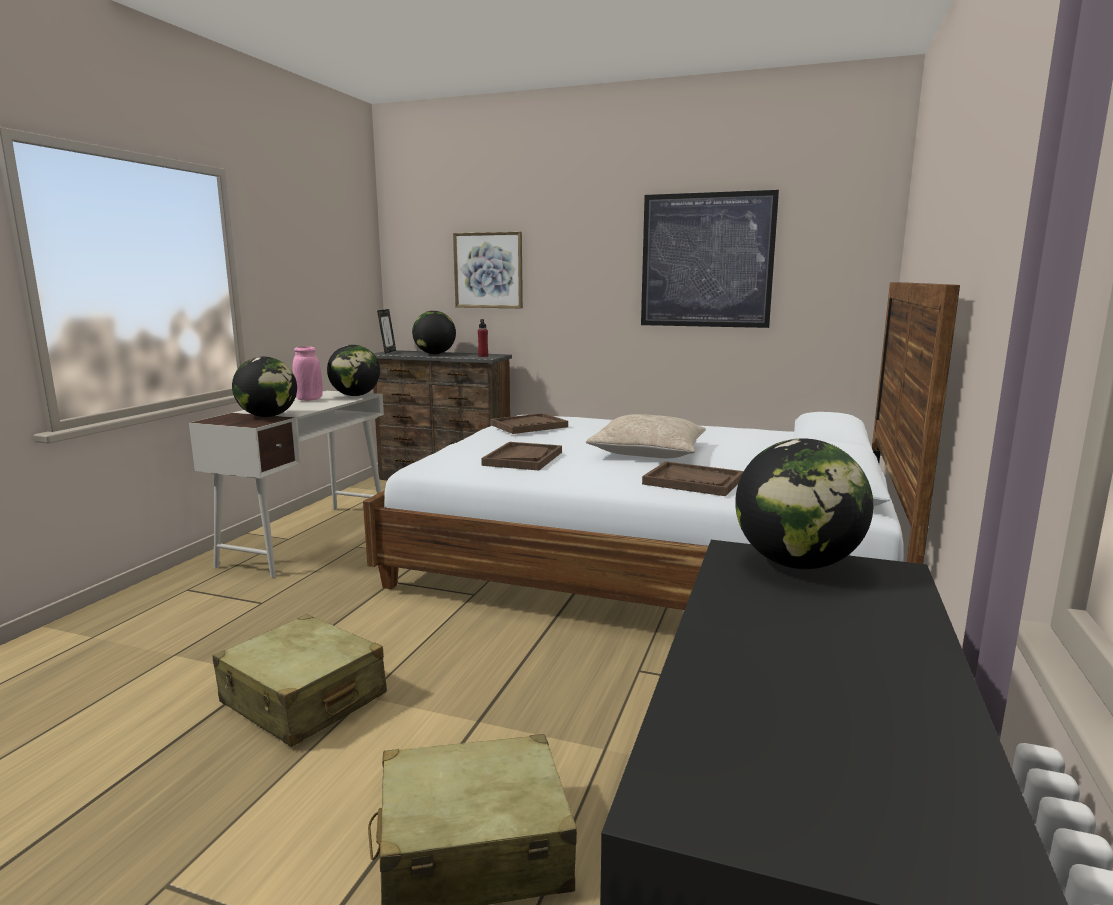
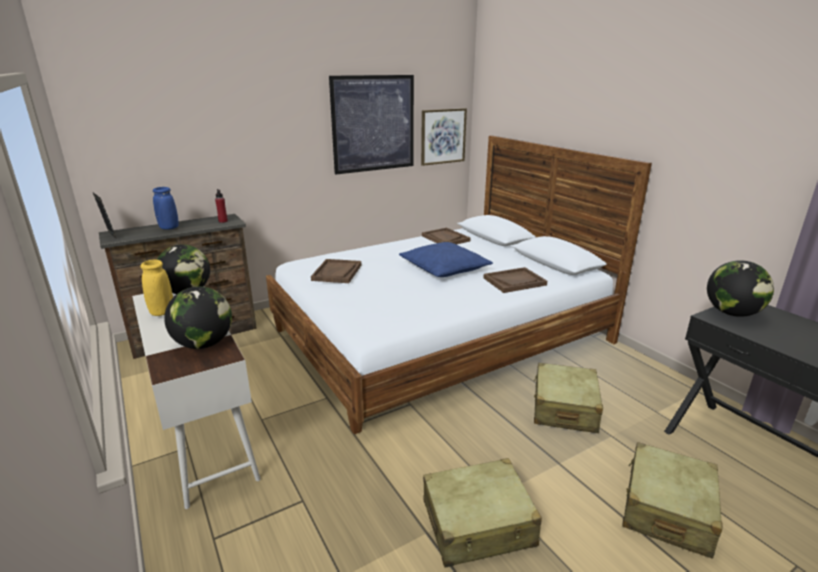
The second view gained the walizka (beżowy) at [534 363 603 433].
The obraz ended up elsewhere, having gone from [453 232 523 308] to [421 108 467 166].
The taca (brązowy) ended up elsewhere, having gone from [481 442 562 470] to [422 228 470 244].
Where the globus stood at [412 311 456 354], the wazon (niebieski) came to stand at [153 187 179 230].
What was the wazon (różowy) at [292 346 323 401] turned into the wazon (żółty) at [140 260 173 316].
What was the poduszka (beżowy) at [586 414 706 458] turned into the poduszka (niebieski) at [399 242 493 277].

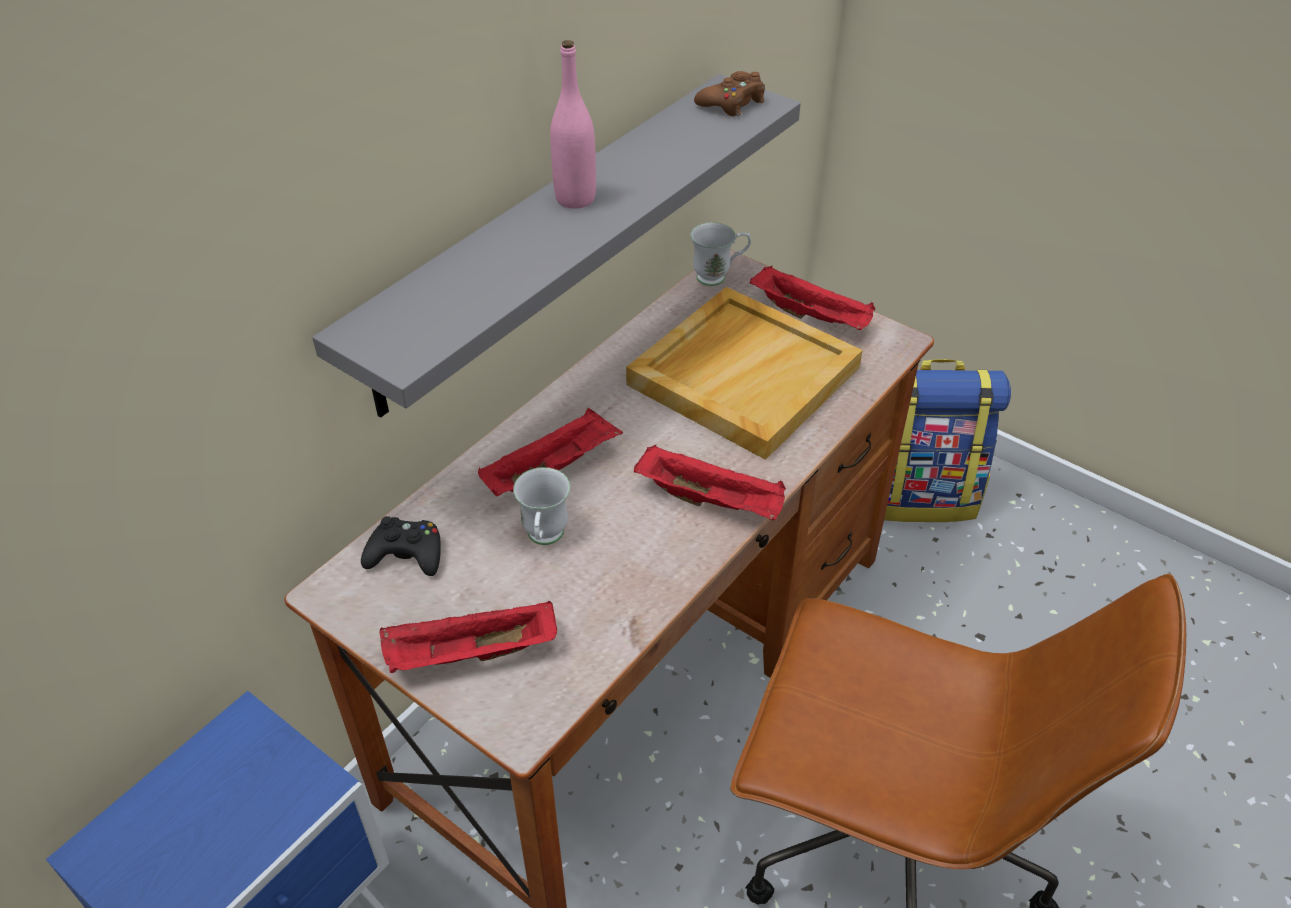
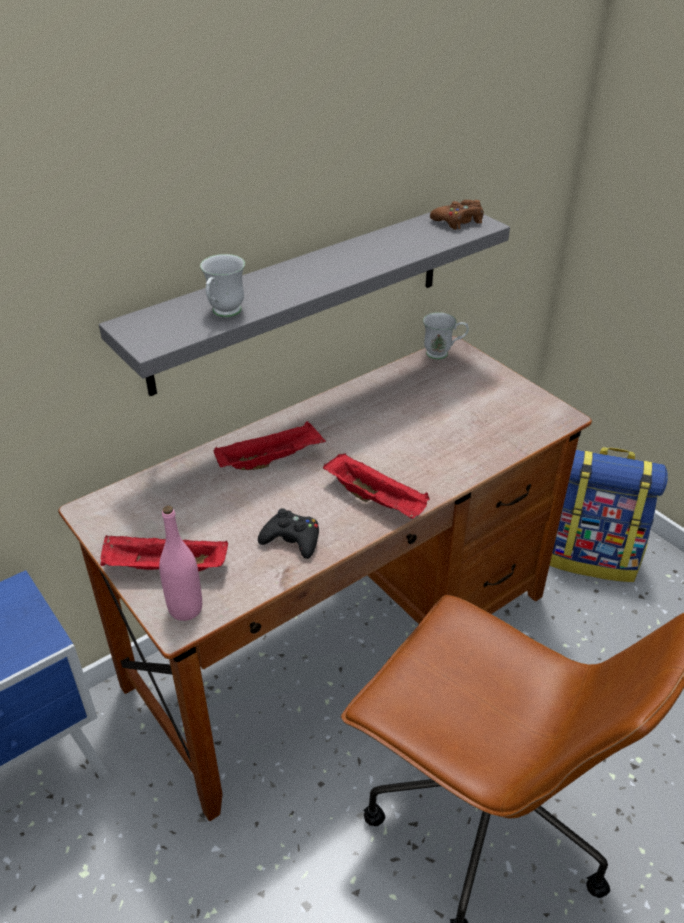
The second view lost the taca (beżowy) at [626 287 863 460].
The second view lost the taca (czerwony) at [750 266 875 330].
The pad do gier (czarny) ended up elsewhere, having gone from [361 516 441 576] to [258 508 319 559].
The kubek (biały) ended up elsewhere, having gone from [513 467 570 545] to [200 254 245 317].
The butelka (różowy) ended up elsewhere, having gone from [550 40 596 209] to [159 506 202 621].

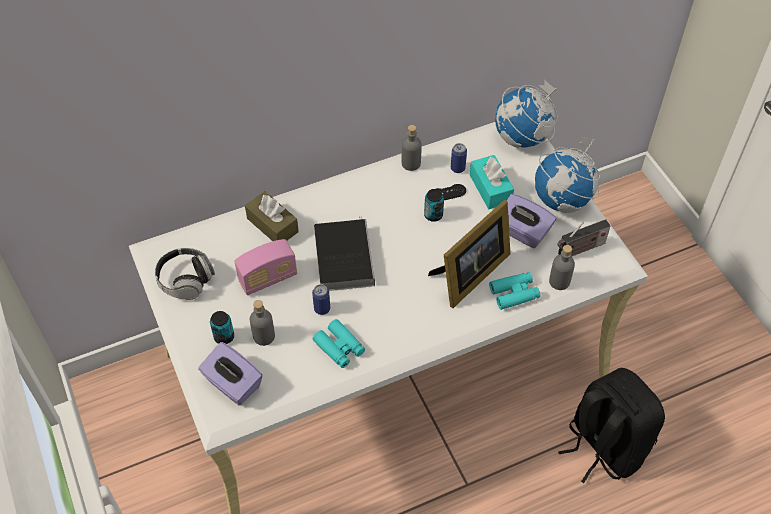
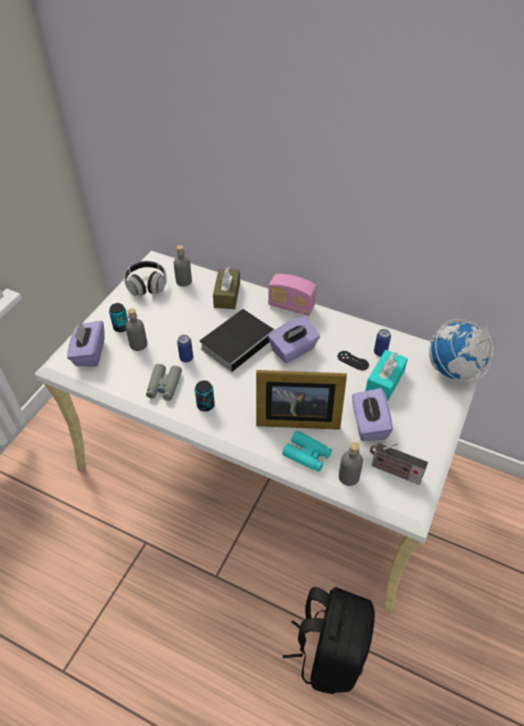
The second view lost the globus at [535 137 600 213].
The second view gained the pudełko chusteczek (fioletowy) at [268 317 320 363].
The radio ended up elsewhere, having gone from [234 239 297 295] to [268 274 316 316].
The butelka (szary) ended up elsewhere, having gone from [401 125 422 171] to [174 245 192 287].
The puszka ended up elsewhere, having gone from [424 189 444 222] to [195 380 215 411].
What was the lornetka (turkusowy) at [313 319 365 368] turned into the lornetka (szary) at [146 364 182 401].

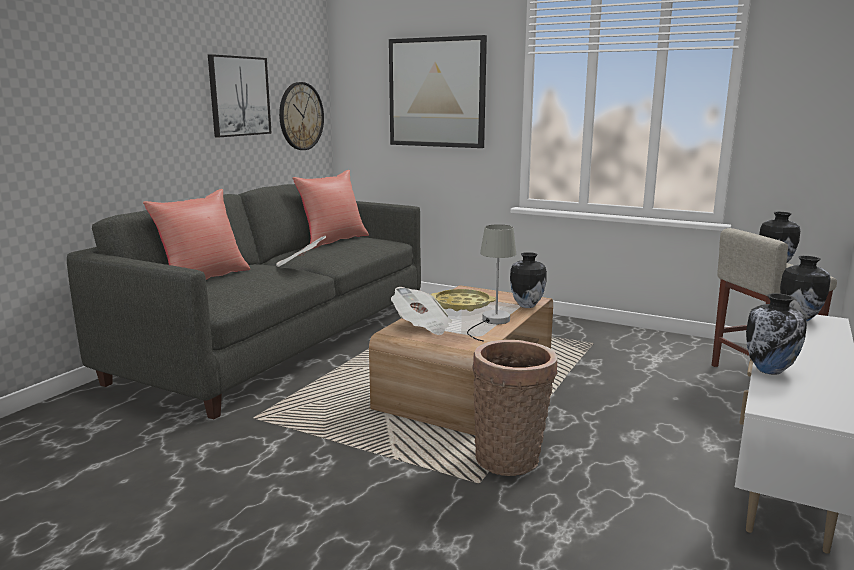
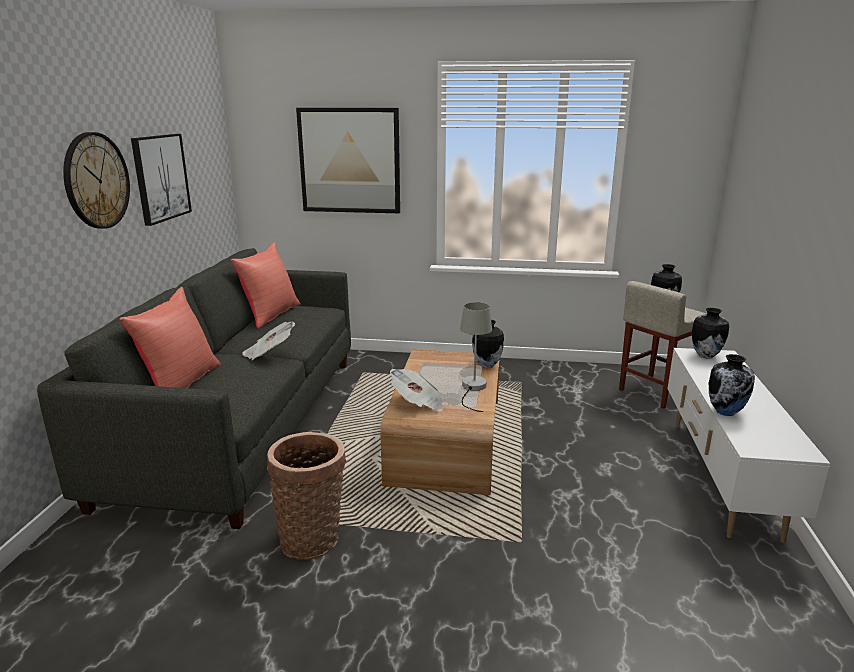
The second view lost the taca (żółty) at [430 289 496 312].
The zegar ścienny ended up elsewhere, having gone from [279 82 324 150] to [63 132 130 229].
The koszyk ended up elsewhere, having gone from [472 340 558 476] to [267 432 346 560].

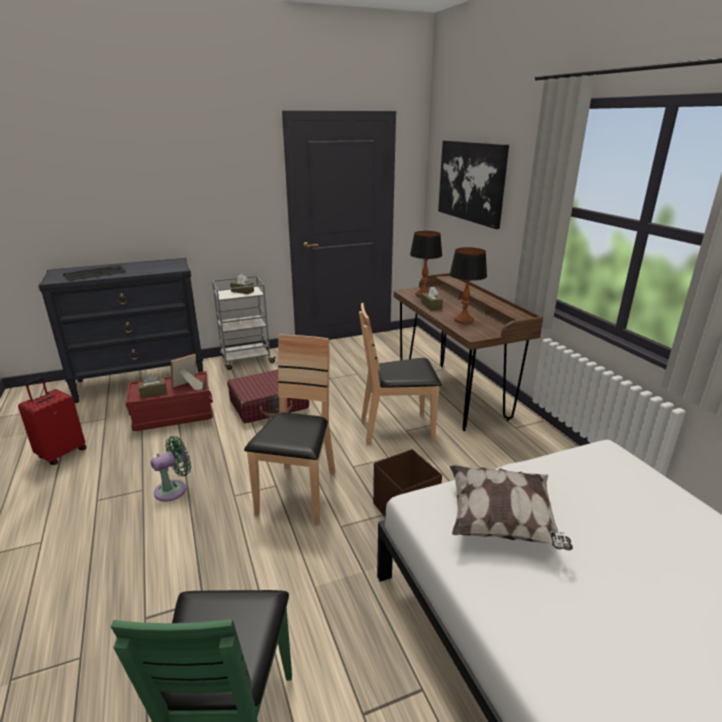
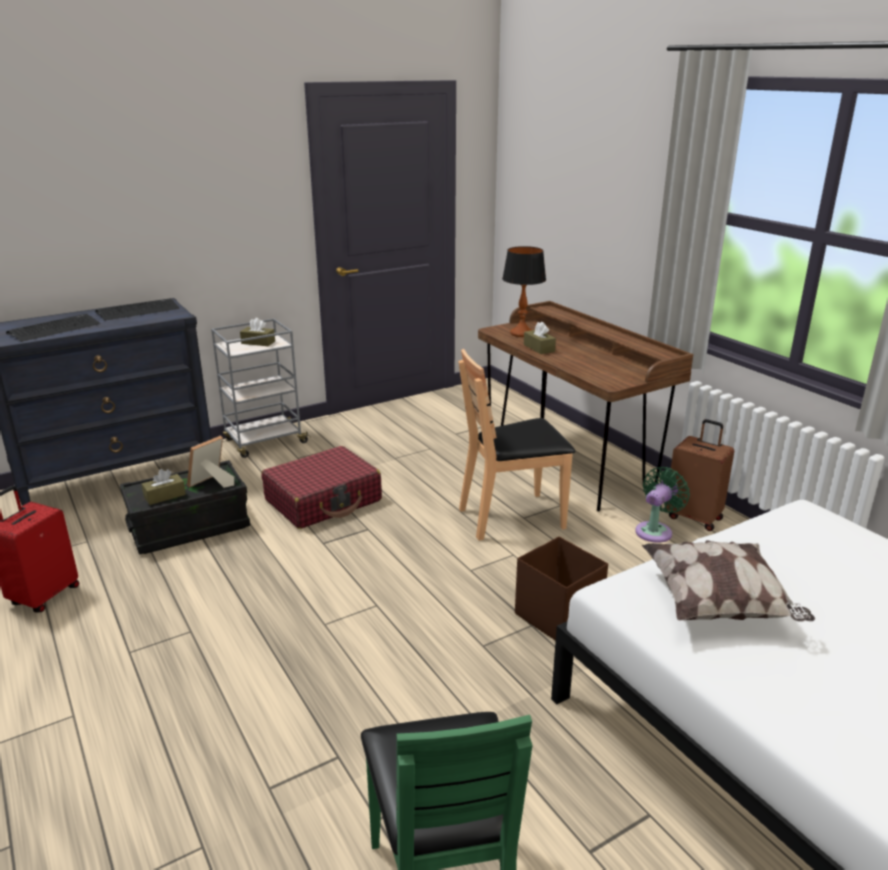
The second view lost the krzesło (brązowy) at [244 334 335 525].
The second view lost the obraz at [438 140 509 229].
The second view lost the lampa stołowa at [449 247 487 324].
The second view gained the klawiatura at [95 299 180 321].
The second view gained the walizka (brązowy) at [666 419 734 531].
The wentylator (zielony) ended up elsewhere, having gone from [151 436 191 502] to [635 467 690 543].
What was the pojemnik do przechowywania (czerwony) at [125 371 213 431] turned into the pojemnik do przechowywania (czarny) at [120 460 250 554].

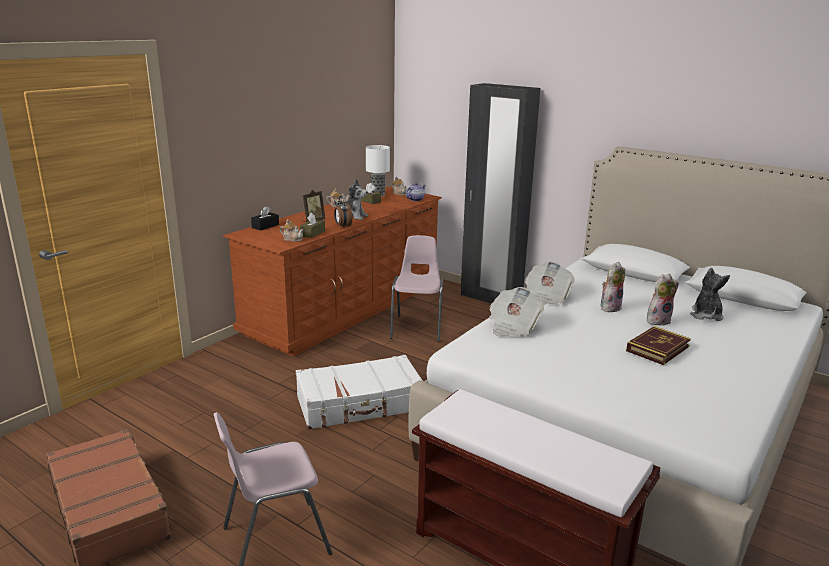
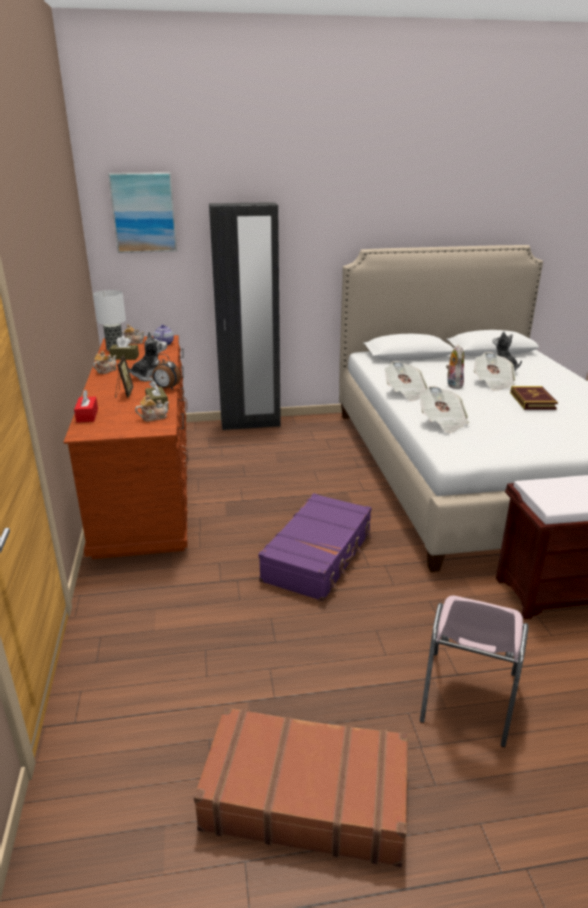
The second view lost the krzesło (różowy) at [390 235 443 342].
The second view gained the obraz at [108 172 177 253].
Where the pluszak stood at [647 274 679 326], the gazeta came to stand at [474 352 515 391].
What was the pudełko chusteczek (czarny) at [251 206 279 231] turned into the pudełko chusteczek (czerwony) at [74 390 98 423].
What was the walizka (biały) at [296 355 423 430] turned into the walizka (fioletowy) at [259 493 372 601].

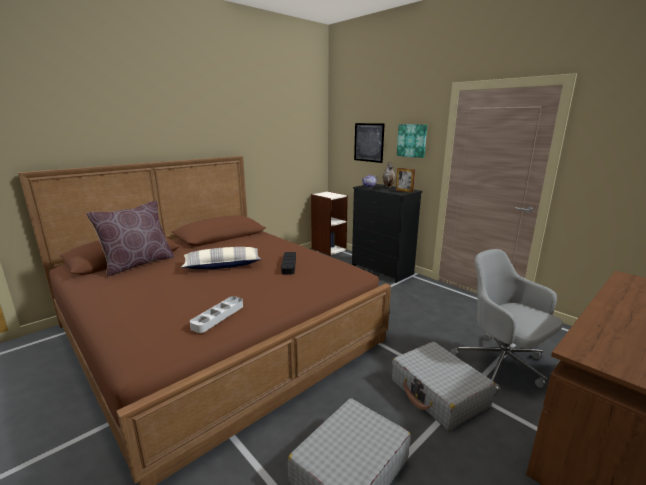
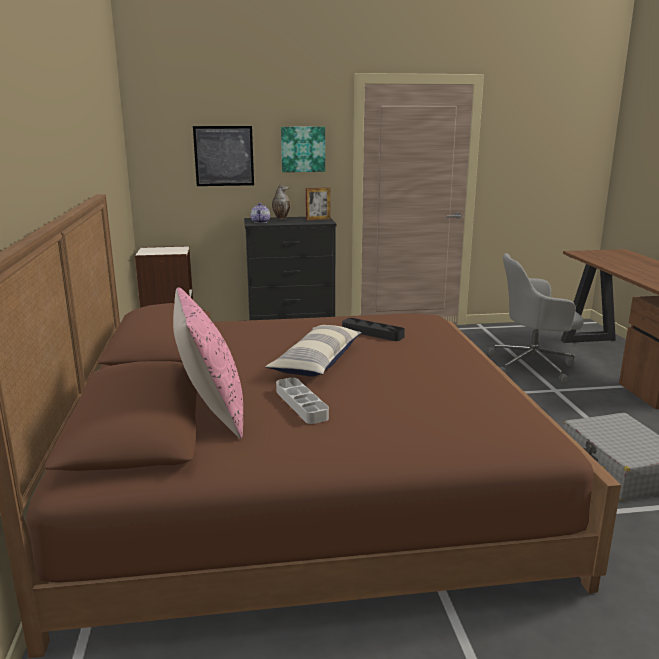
The second view lost the walizka (szary) at [392 342 495 431].
The taca (szary) ended up elsewhere, having gone from [190 296 243 333] to [276 378 329 424].
What was the poduszka (brązowy) at [86 201 175 277] turned into the poduszka (różowy) at [173 287 243 439].

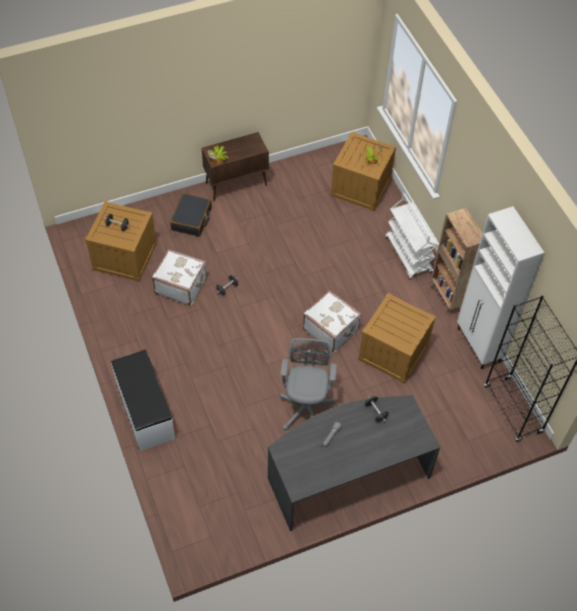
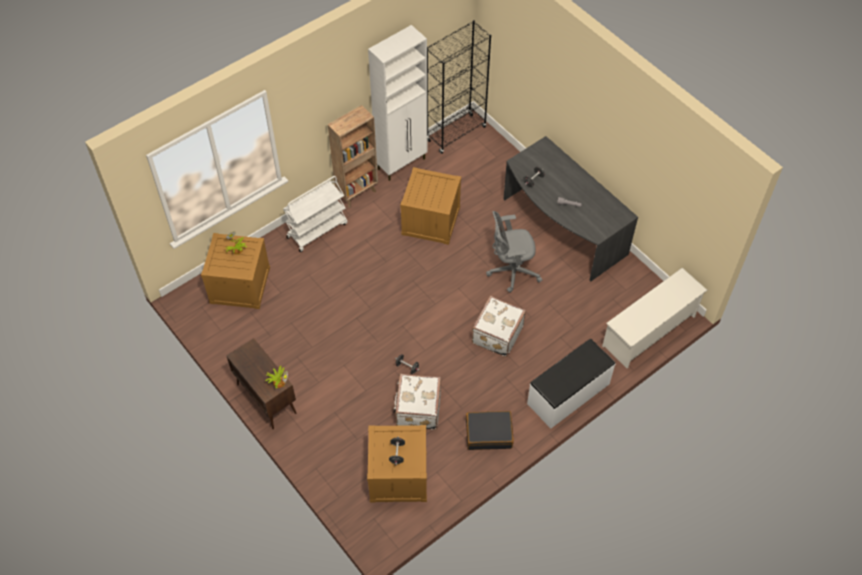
The second view gained the regał na buty (biały) at [602 268 708 368].
The walizka (czarny) ended up elsewhere, having gone from [170 193 212 237] to [466 411 514 450].
The walizka (biały) ended up elsewhere, having gone from [303 290 362 353] to [472 296 526 357].

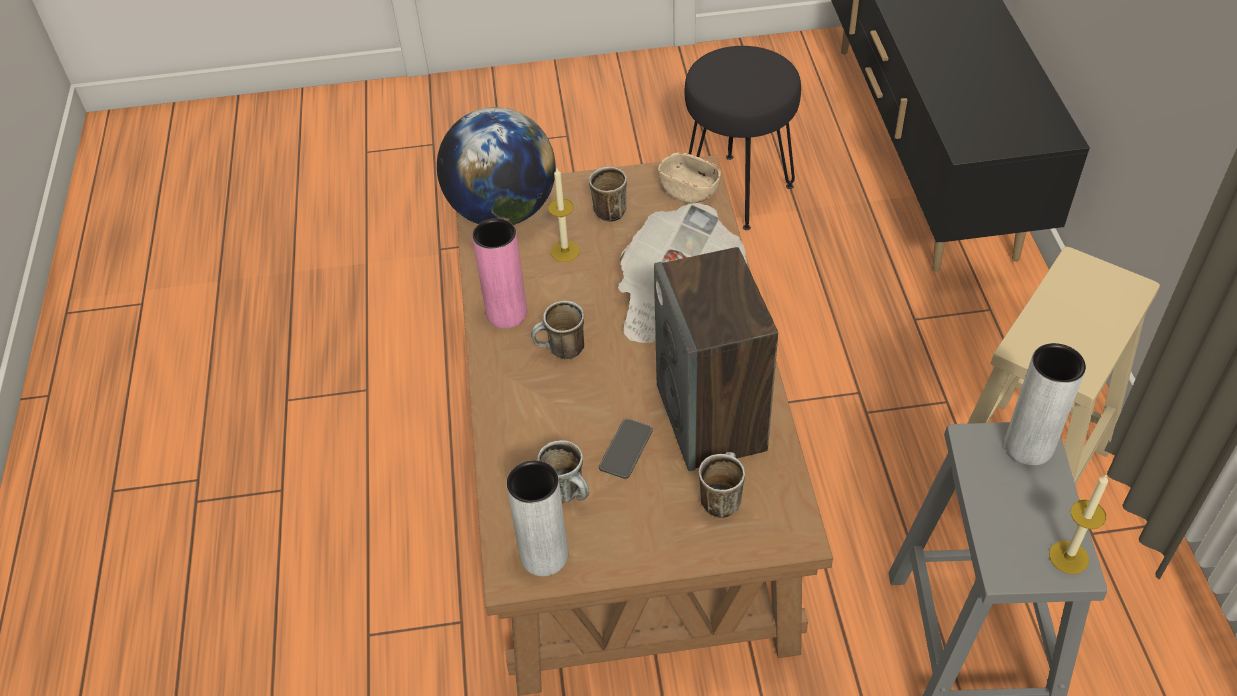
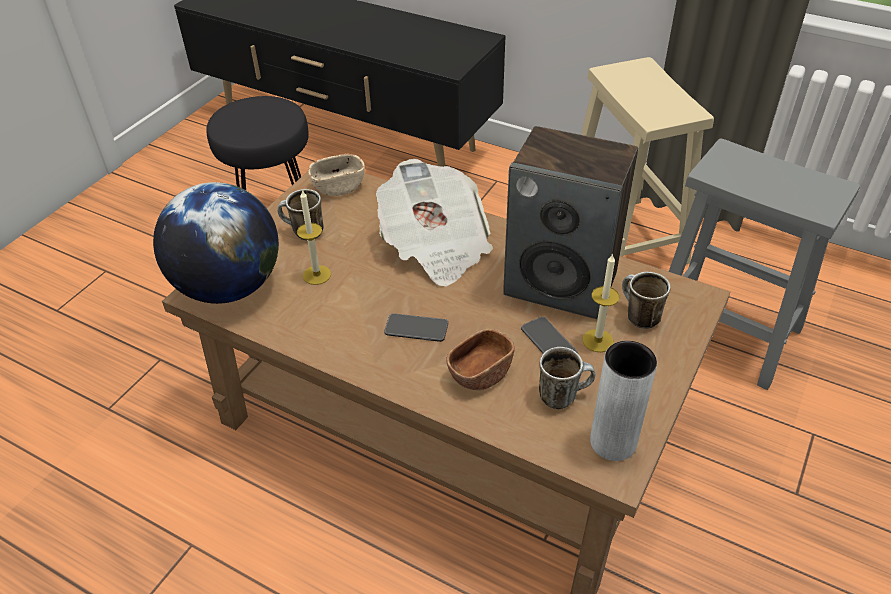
The second view lost the wazon (różowy) at [472 218 527 328].
The second view lost the wazon (szary) at [1005 343 1086 465].
The second view gained the miska (brązowy) at [446 328 515 390].
The świeca ended up elsewhere, having gone from [1049 474 1108 574] to [583 253 619 352].
Where the kubek stood at [531 301 585 359], the telefon came to stand at [384 313 448 342].

